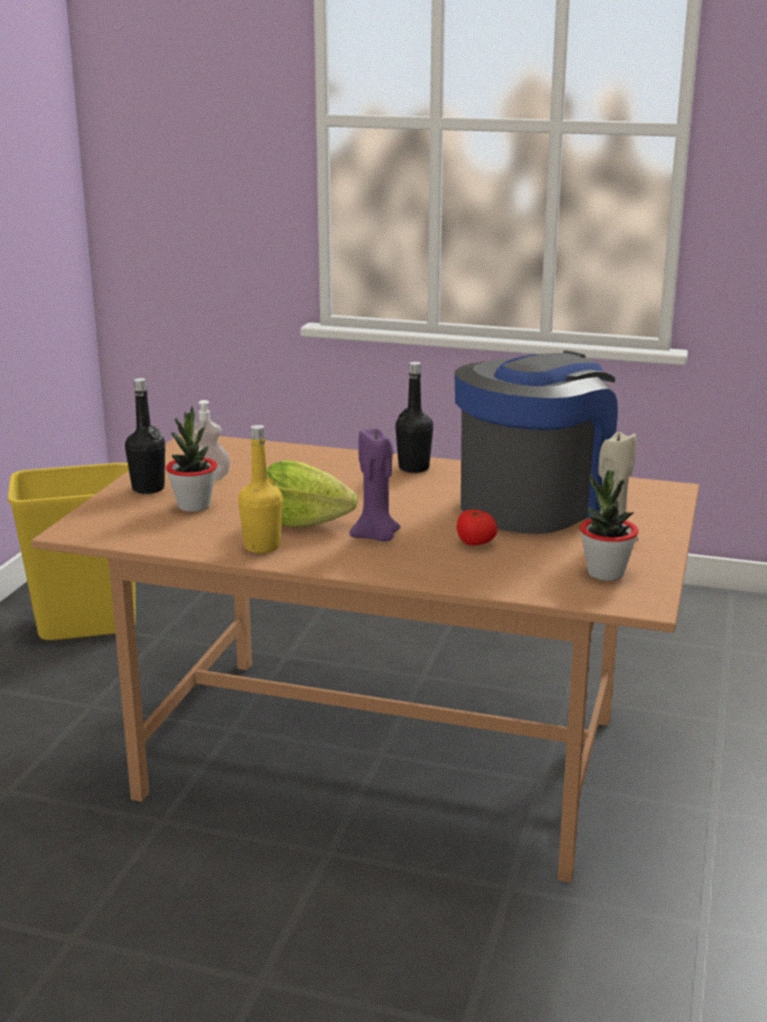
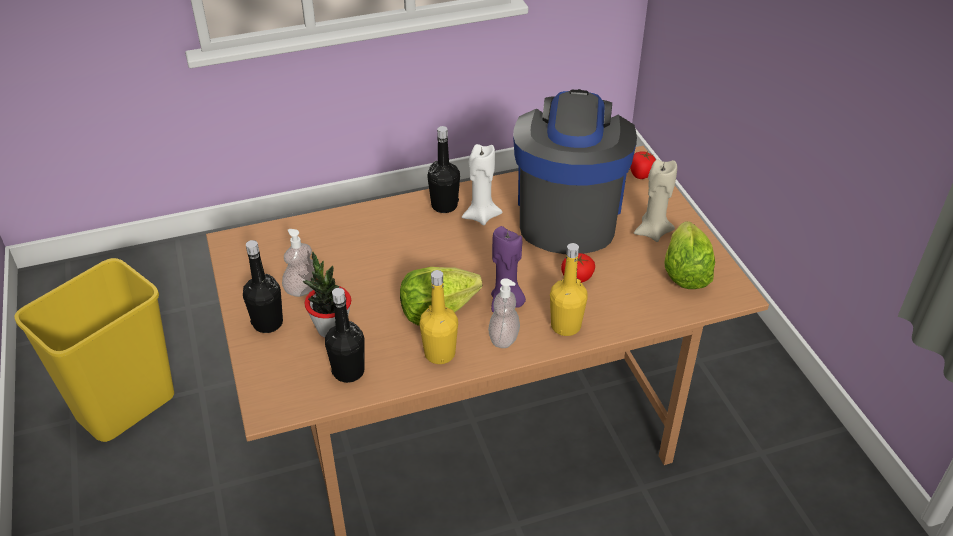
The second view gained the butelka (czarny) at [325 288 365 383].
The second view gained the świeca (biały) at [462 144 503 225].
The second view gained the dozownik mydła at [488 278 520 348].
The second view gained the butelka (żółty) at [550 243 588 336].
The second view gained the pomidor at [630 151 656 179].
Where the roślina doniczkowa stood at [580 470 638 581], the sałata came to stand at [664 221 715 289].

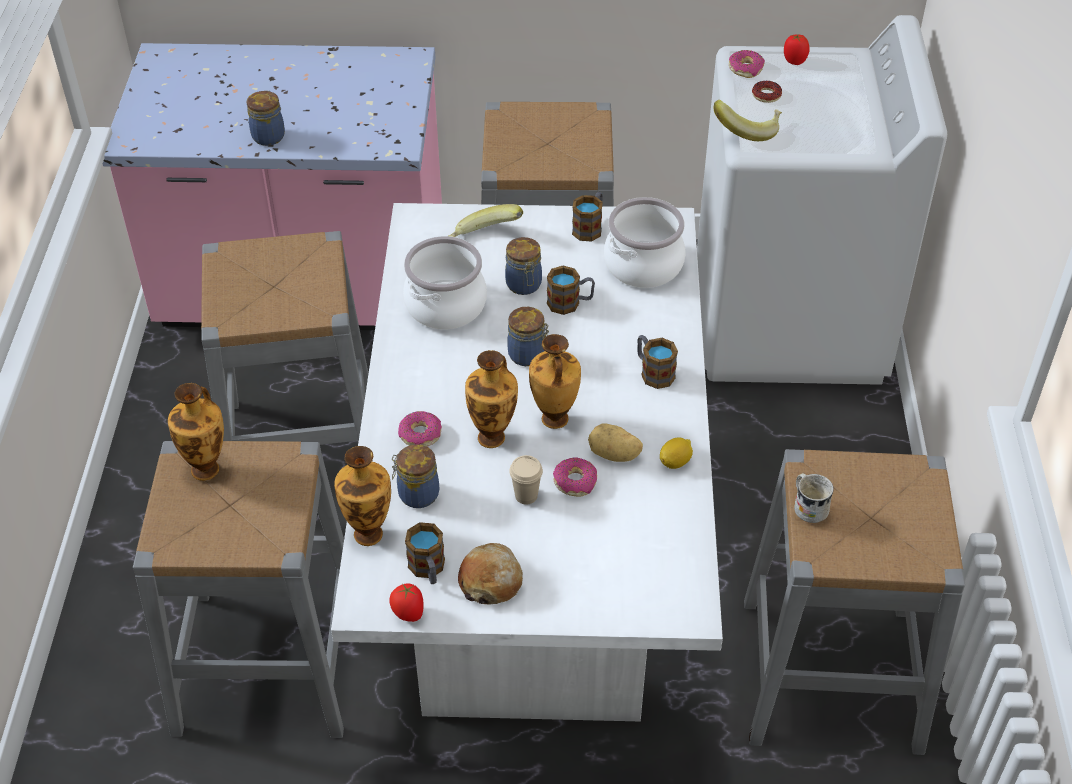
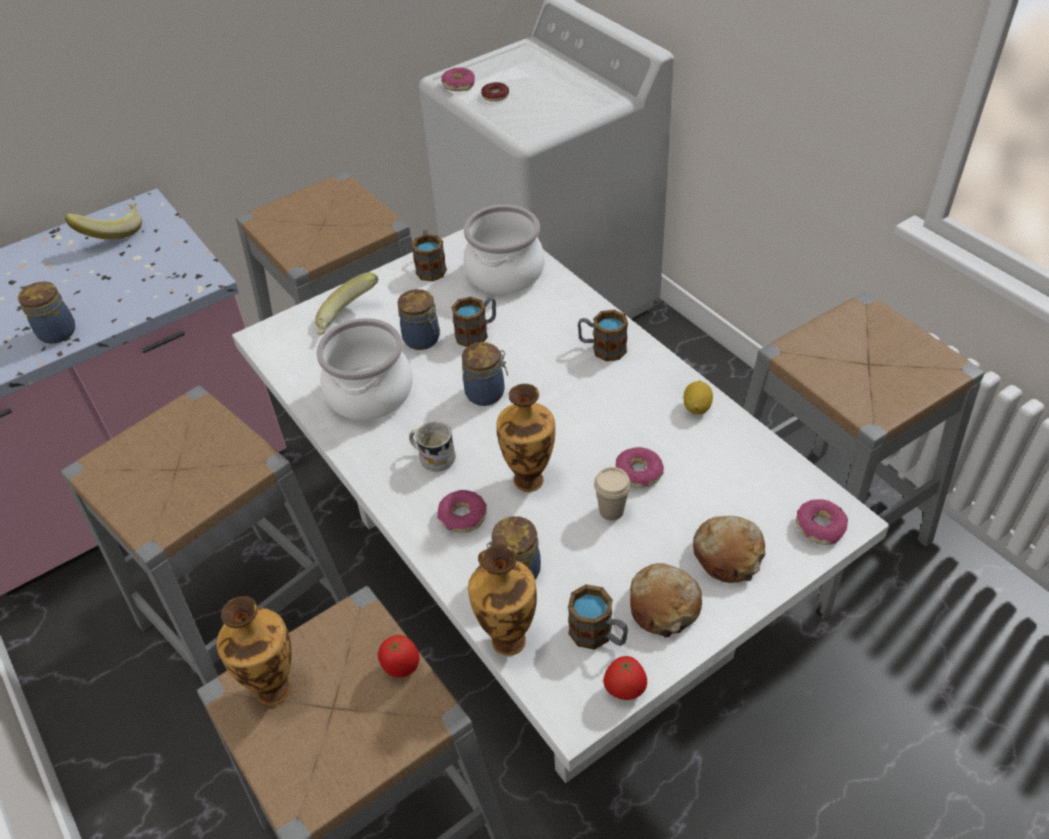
The second view lost the wazon at [529 334 581 429].
The second view lost the ziemniak at [588 423 643 462].
The second view gained the chleb at [693 516 765 583].
The second view gained the donut at [796 499 848 545].
The banan ended up elsewhere, having gone from [714 100 782 141] to [65 203 142 239].
The pomidor ended up elsewhere, having gone from [784 35 809 65] to [378 635 420 678].
The kubek (biały) ended up elsewhere, having gone from [794 473 834 523] to [409 421 456 472].

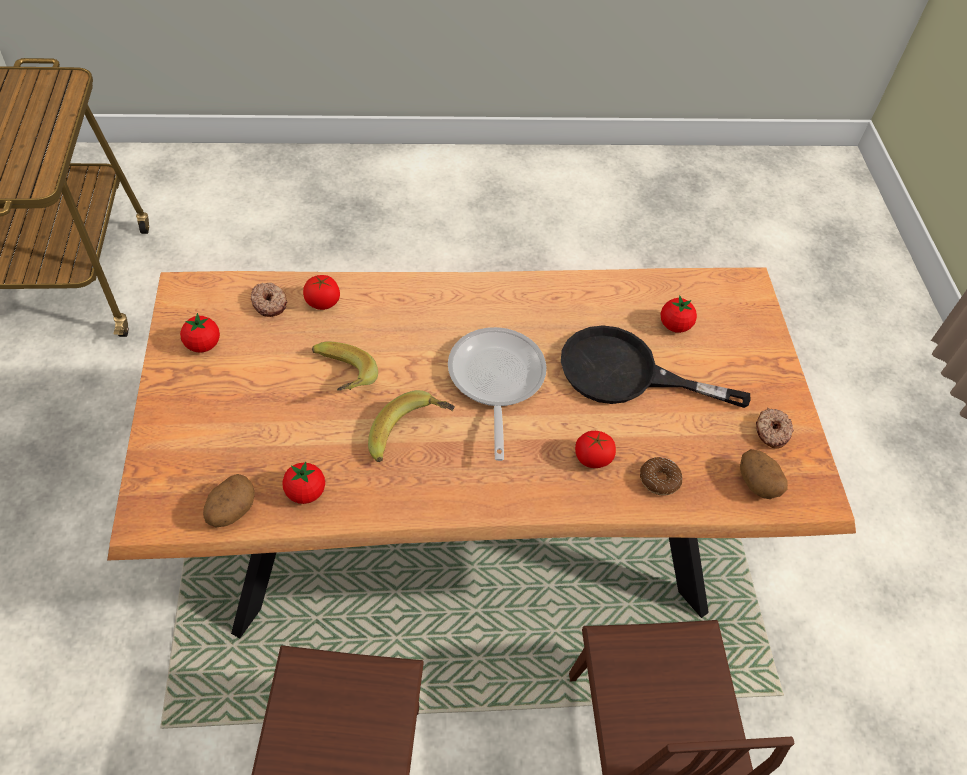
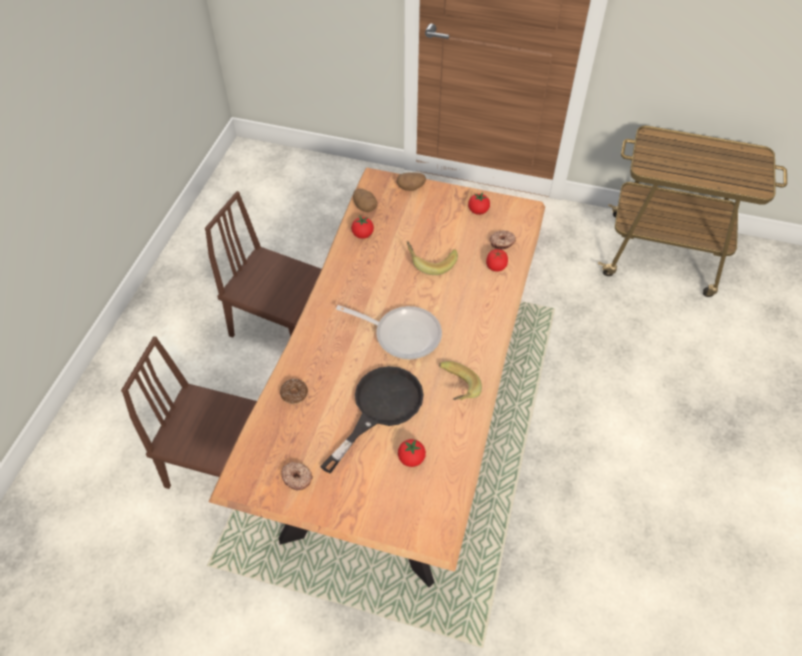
The second view lost the pomidor at [575 431 616 468].
The banan ended up elsewhere, having gone from [368 390 455 462] to [439 361 482 400].
The ziemniak ended up elsewhere, having gone from [740 449 788 499] to [397 172 426 191].

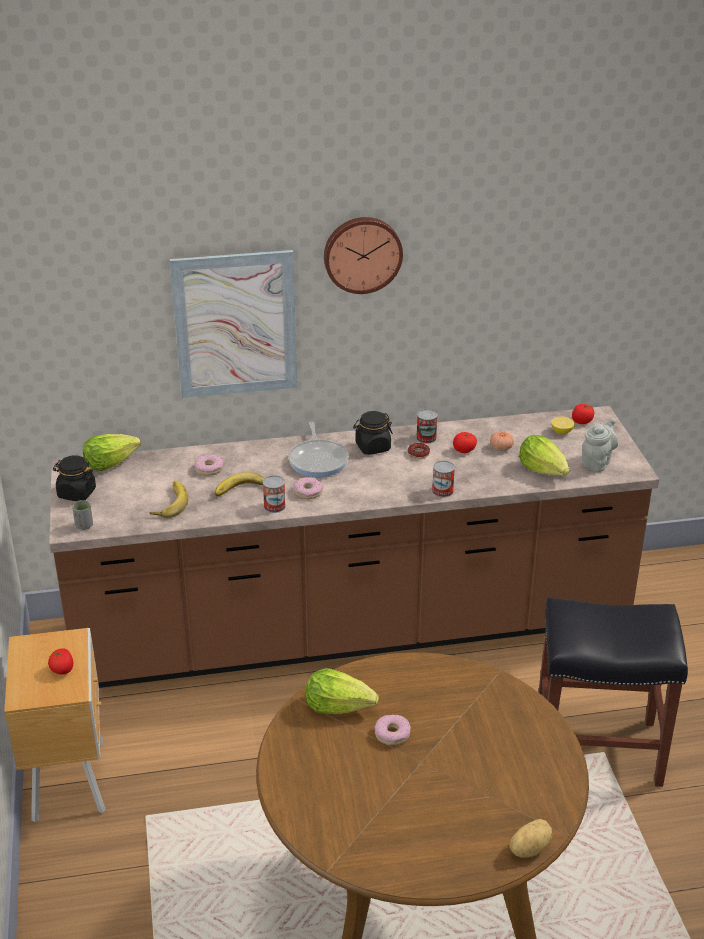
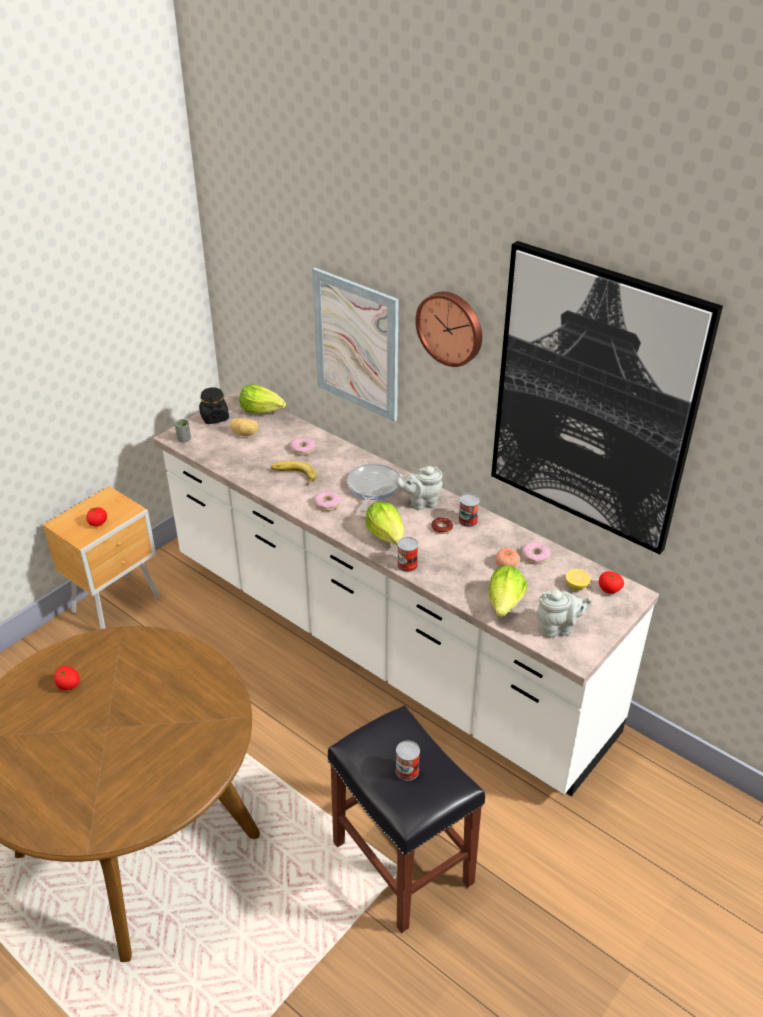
The second view lost the banan at [150 481 188 518].
The second view gained the obraz at [491 241 723 554].
The puszka ended up elsewhere, having gone from [263 475 286 513] to [396 741 420 781].
The sałata ended up elsewhere, having gone from [306 668 379 714] to [366 501 404 545].
The donut ended up elsewhere, having gone from [374 715 411 746] to [522 542 551 564].
The pomidor ended up elsewhere, having gone from [453 432 477 453] to [54 666 80 690].
The ziemniak ended up elsewhere, having gone from [510 819 552 858] to [229 418 259 436].
Where the słoik (czarny) stood at [353 411 393 455], the imbryk (szary) came to stand at [396 466 443 510].
What was the zabudowa kuchenna (brązowy) at [49 406 659 688] turned into the zabudowa kuchenna (biały) at [153 389 659 796].
The patelnia at [288 422 349 477] ended up facing another way, 150 degrees clockwise from before.

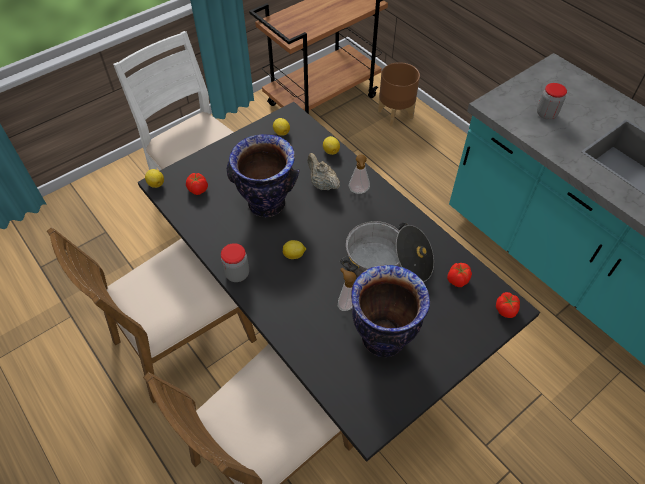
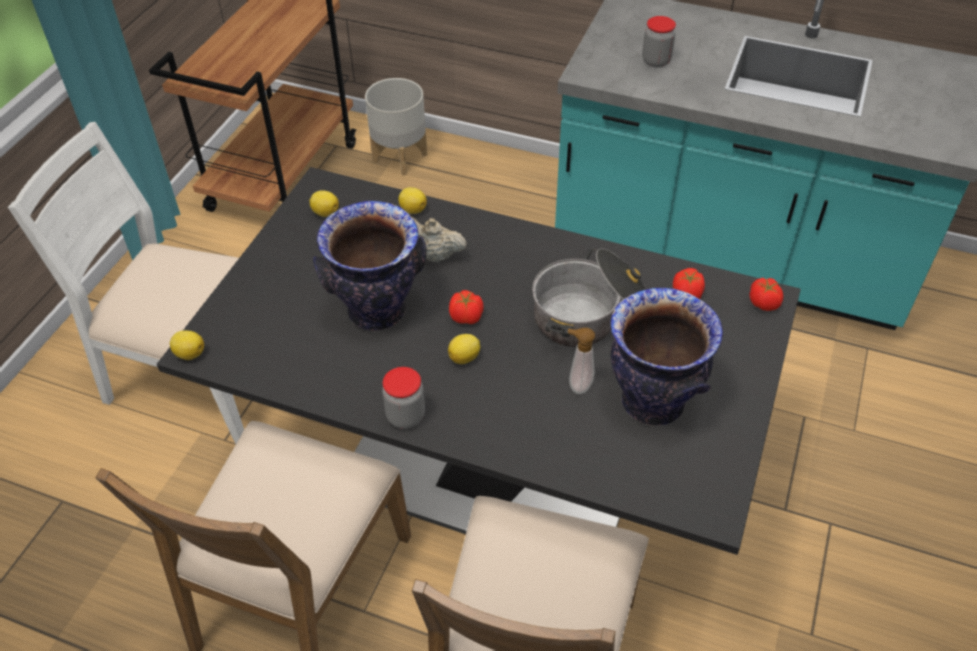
The second view lost the dozownik mydła at [348 155 370 194].
The pomidor ended up elsewhere, having gone from [186 173 208 195] to [449 290 483 324].
What was the donica (brązowy) at [378 62 420 127] turned into the donica (szary) at [365 78 427 176].

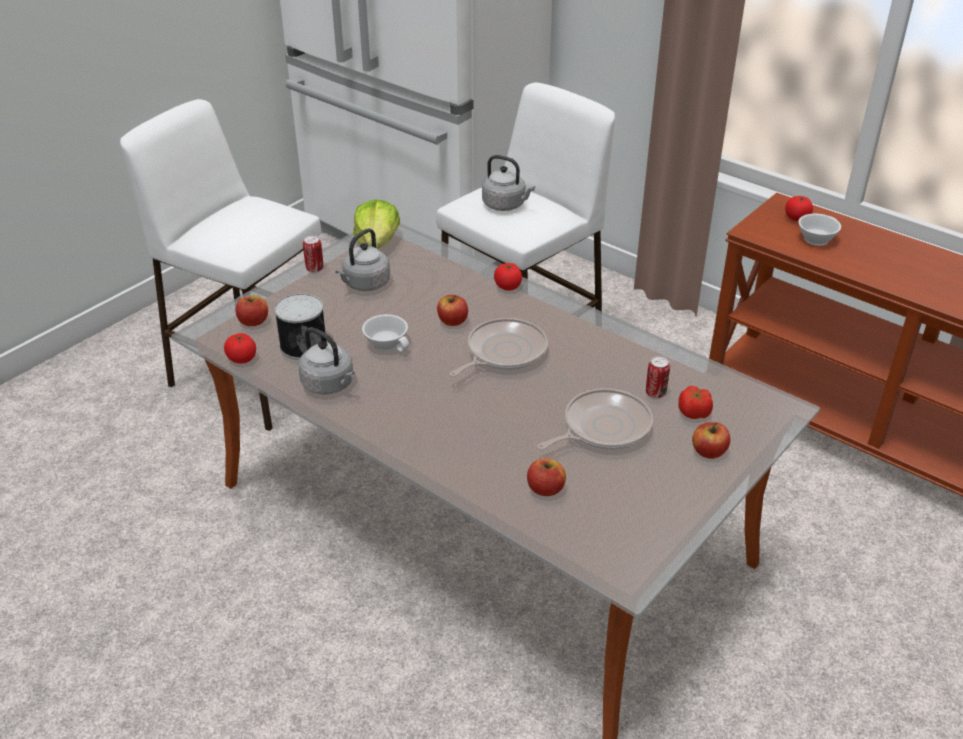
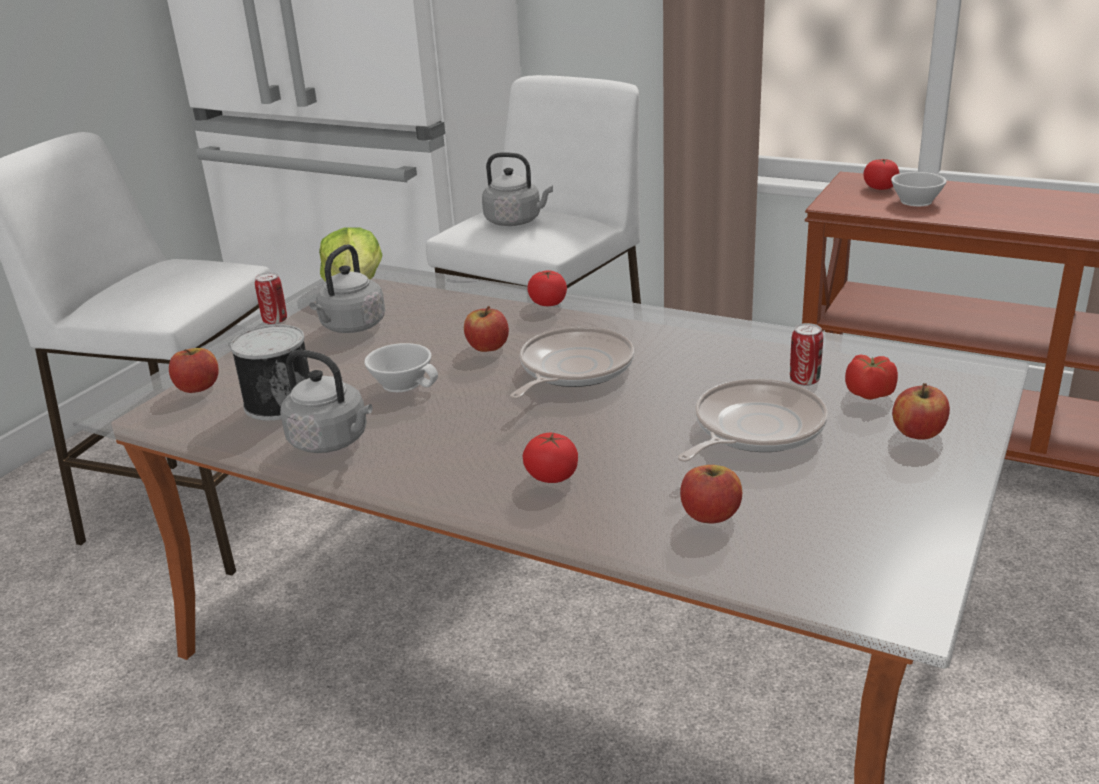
The pomidor ended up elsewhere, having gone from [224 333 256 364] to [523 433 578 483].

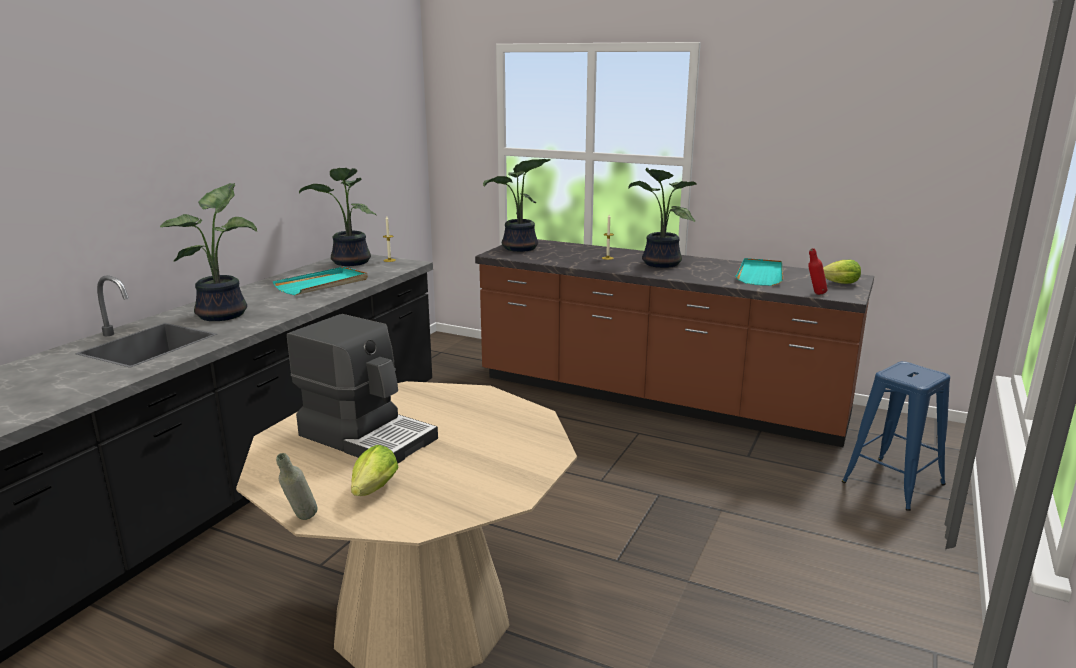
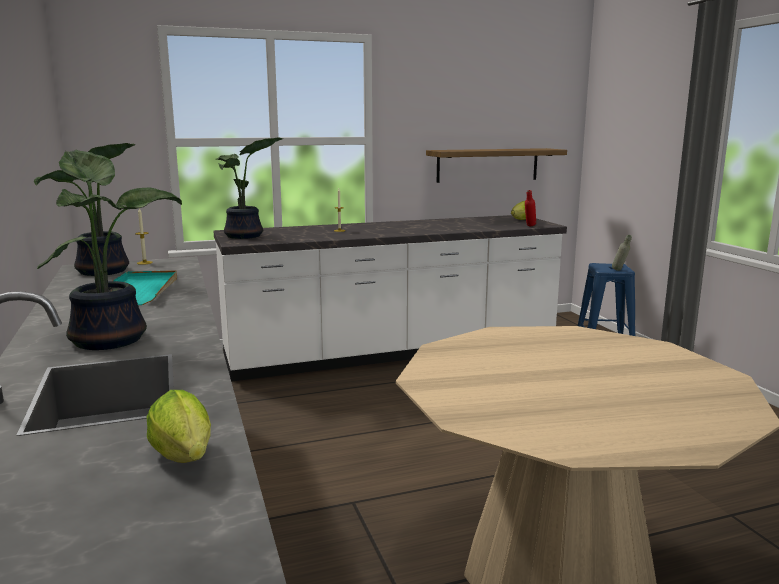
The second view lost the ekspres do kawy at [287 314 438 463].
The second view lost the roślina doniczkowa at [628 168 697 268].
The second view lost the taca (turkusowy) at [735 258 783 286].
The second view gained the półka at [426 148 567 183].
The butelka (szary) ended up elsewhere, having gone from [276 453 318 520] to [612 235 632 271].
The sałata ended up elsewhere, having gone from [351 445 399 496] to [147 390 211 463].
What was the zabudowa kuchenna (brązowy) at [475 239 874 447] turned into the zabudowa kuchenna (biały) at [214 215 567 382].

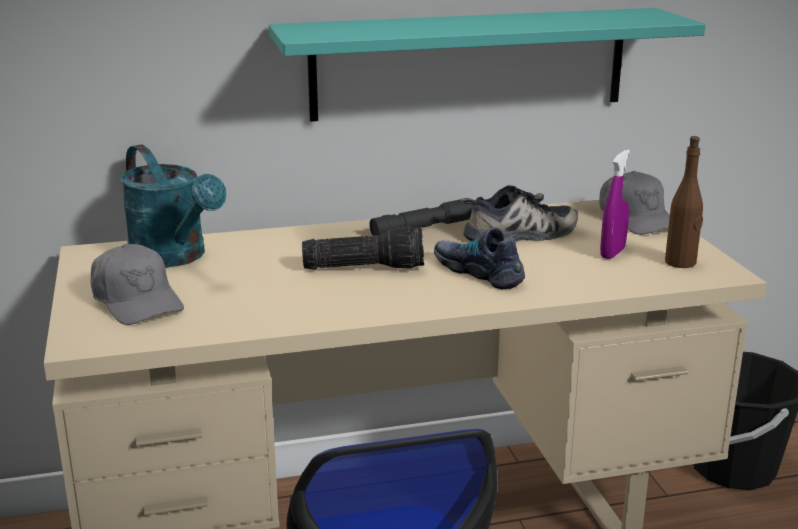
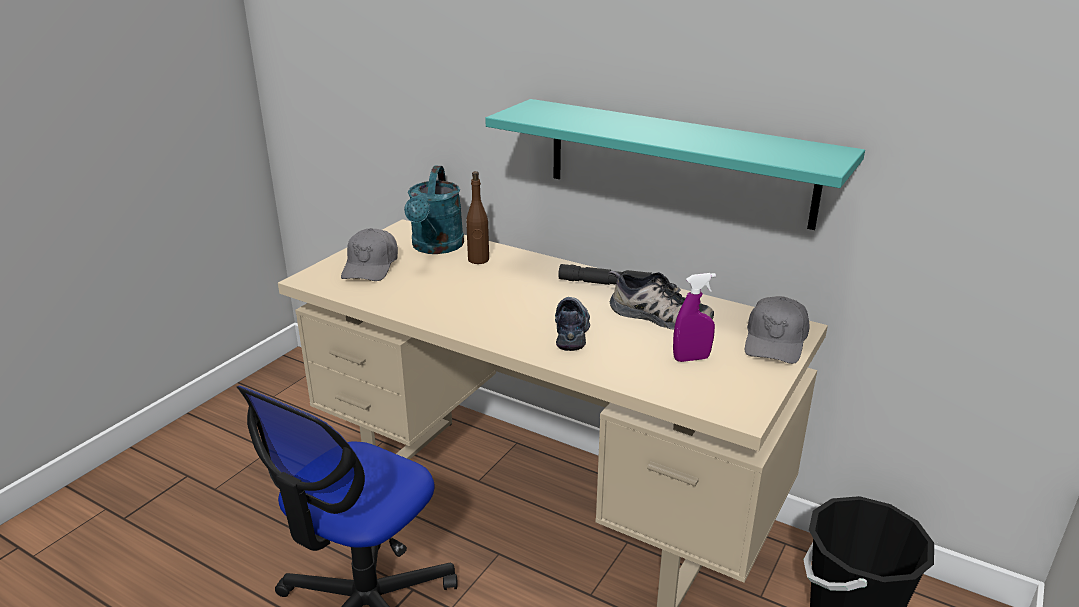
The second view lost the latarka at [302 226 424 269].
The butelka (brązowy) ended up elsewhere, having gone from [665 136 703 268] to [466 171 489 264].

